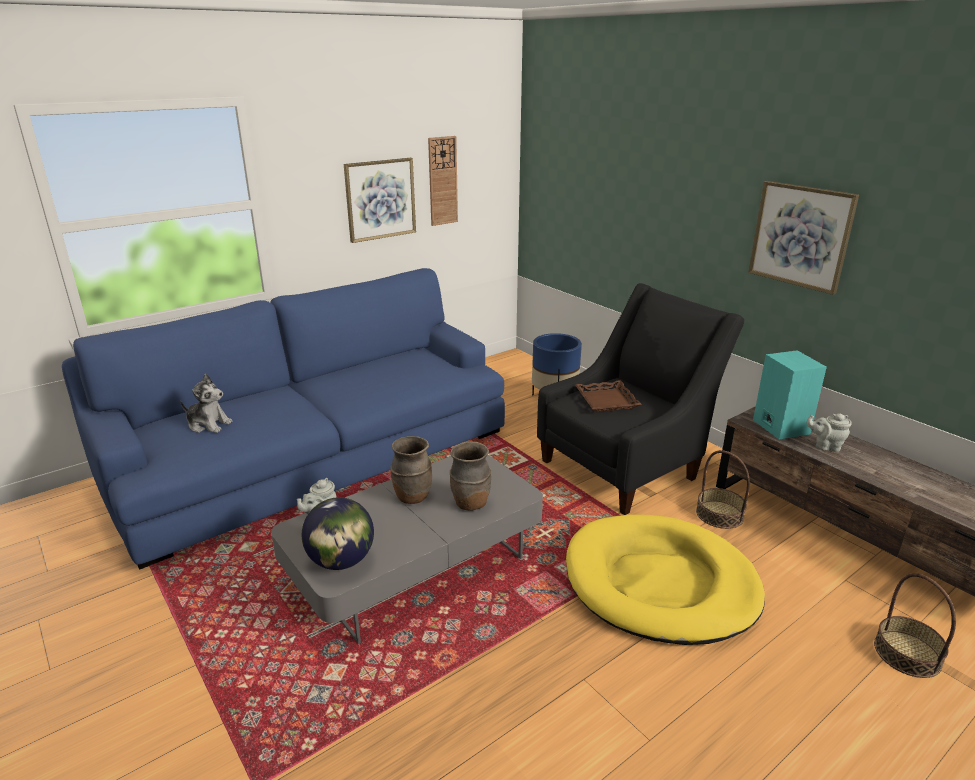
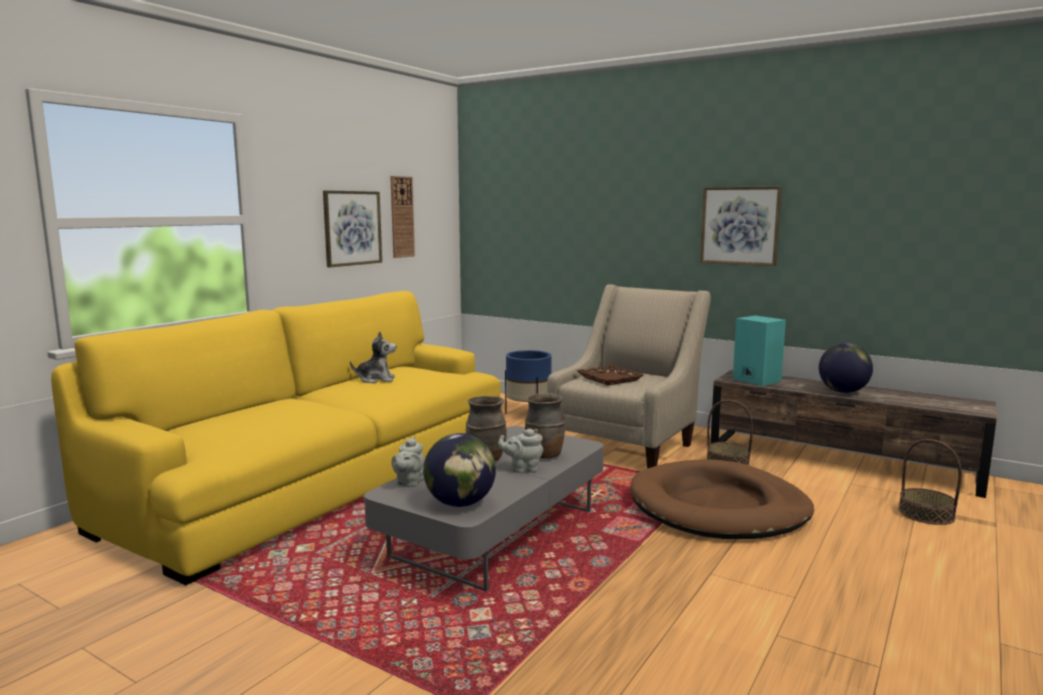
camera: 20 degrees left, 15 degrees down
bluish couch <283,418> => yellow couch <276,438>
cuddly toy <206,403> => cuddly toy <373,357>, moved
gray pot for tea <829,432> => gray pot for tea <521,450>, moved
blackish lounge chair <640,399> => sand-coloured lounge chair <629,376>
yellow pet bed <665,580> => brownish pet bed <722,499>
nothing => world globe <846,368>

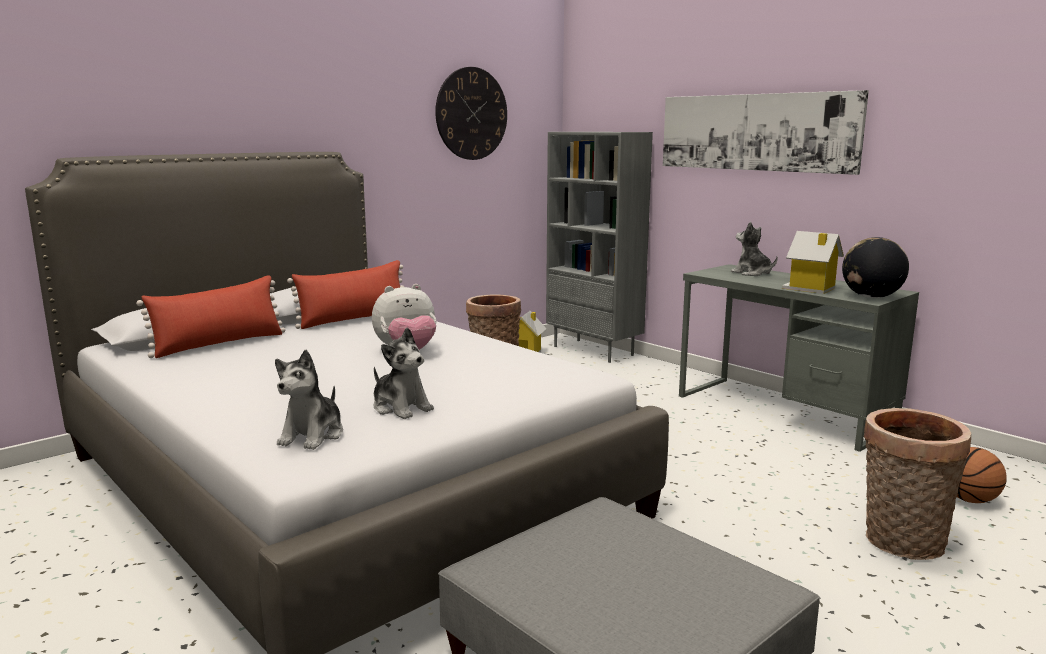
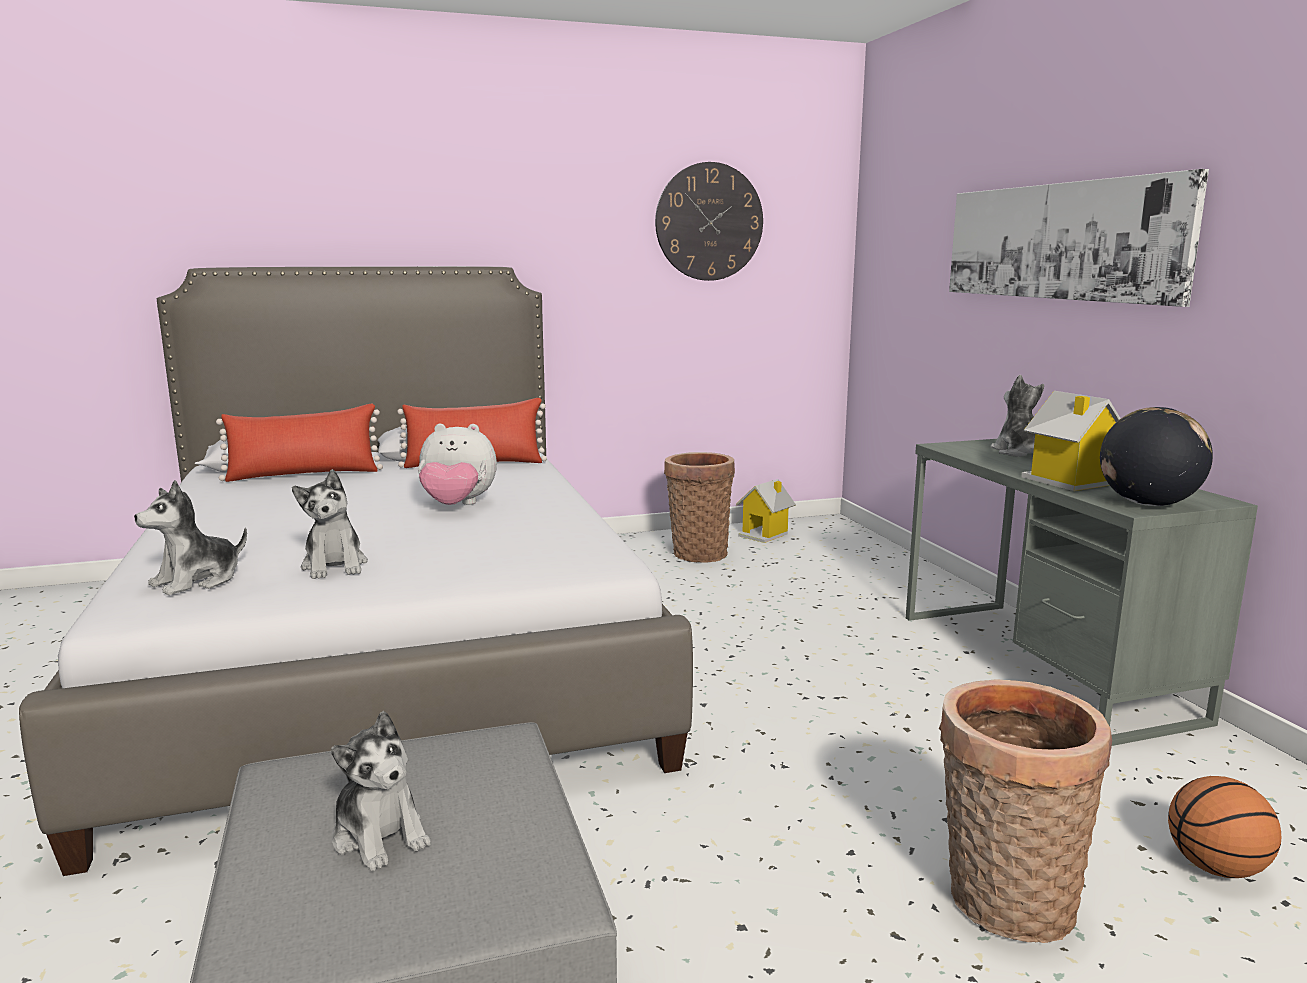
camera: 25 degrees right, 0 degrees up
nothing => cuddly toy <381,791>
gray shelving unit <599,247> => nothing

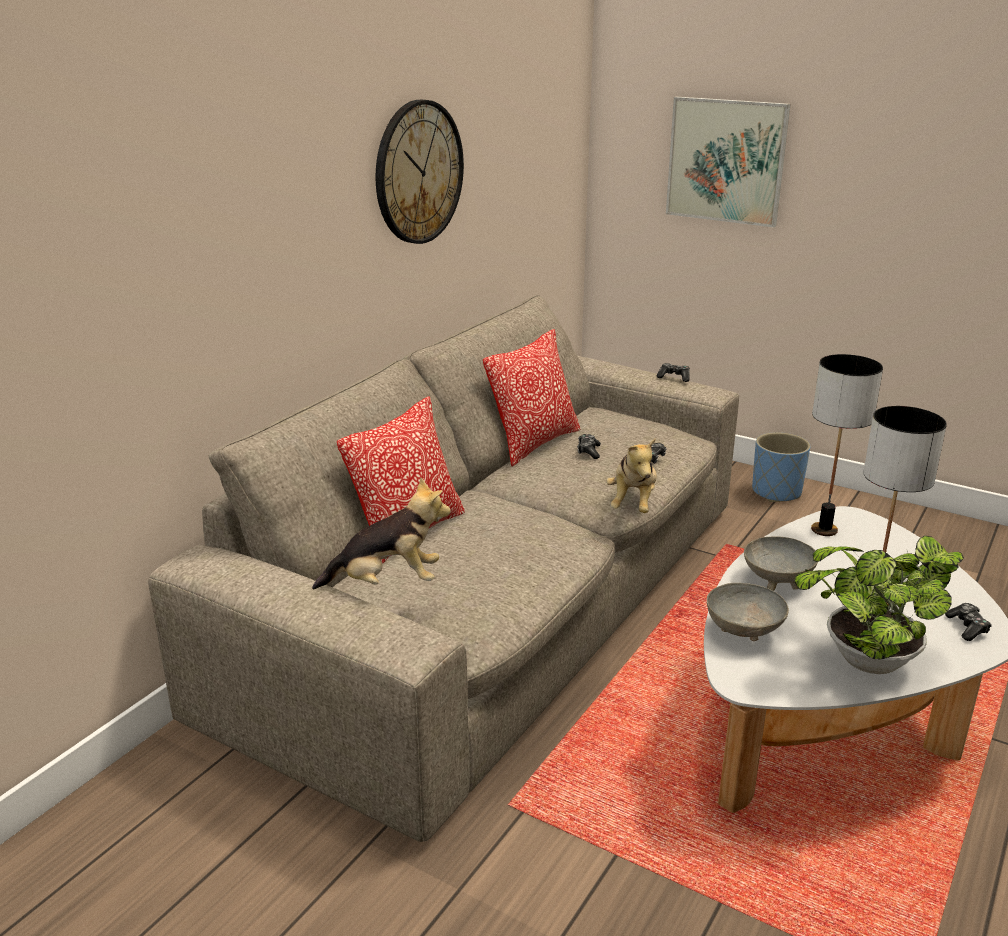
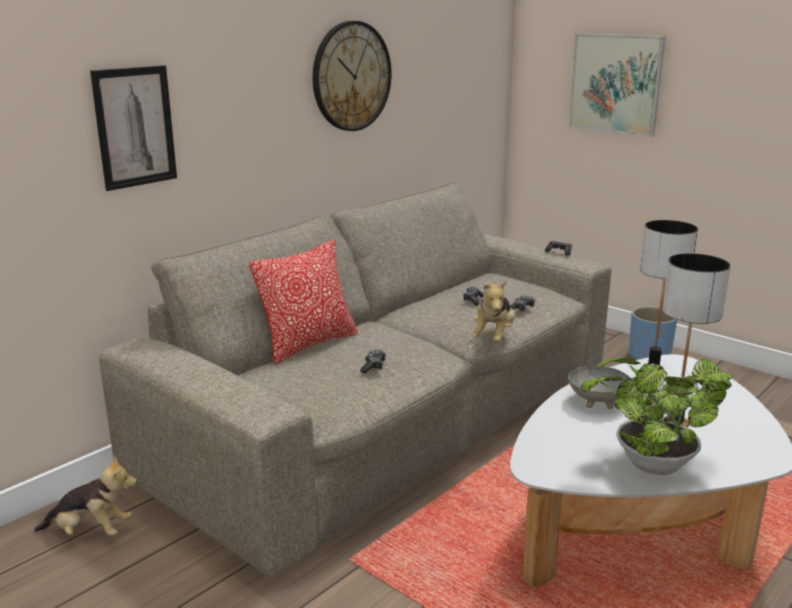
camera: 10 degrees right, 5 degrees down
cuddly toy <381,533> => cuddly toy <85,495>, moved
nothing => picture <133,128>
joypad <968,622> => joypad <373,361>, moved
throw pillow <531,397> => nothing
gray deep dish <748,612> => nothing

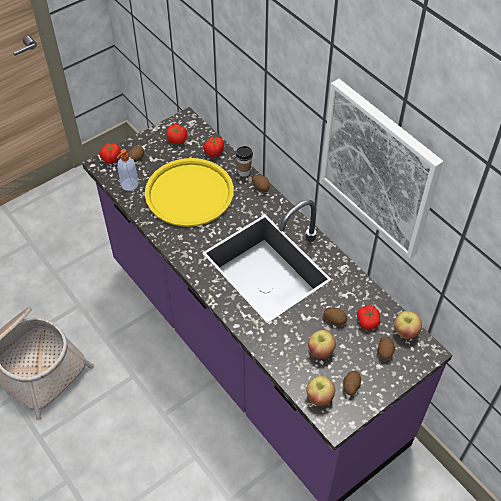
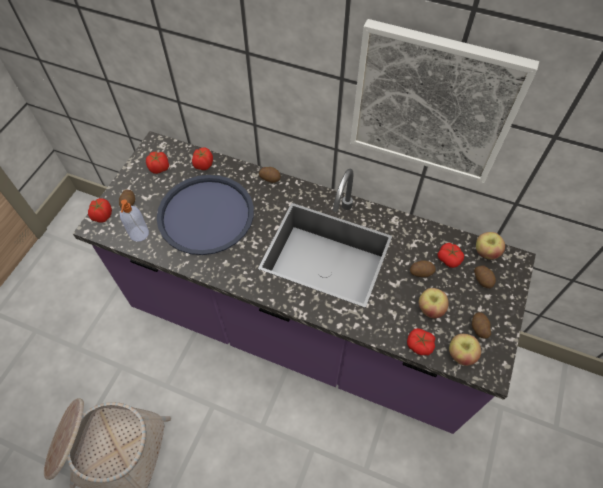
camera: 30 degrees left, 5 degrees up
yellow carrying tray <189,192> => bluish carrying tray <205,215>
nothing => tomato <421,341>
drinking cup <244,161> => nothing

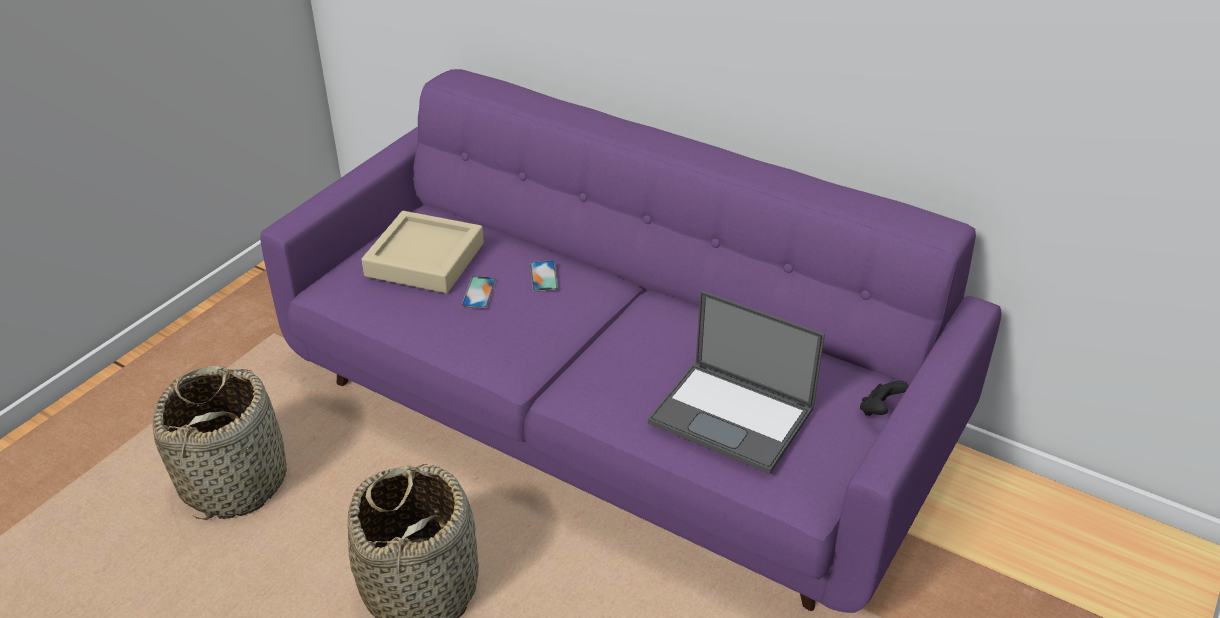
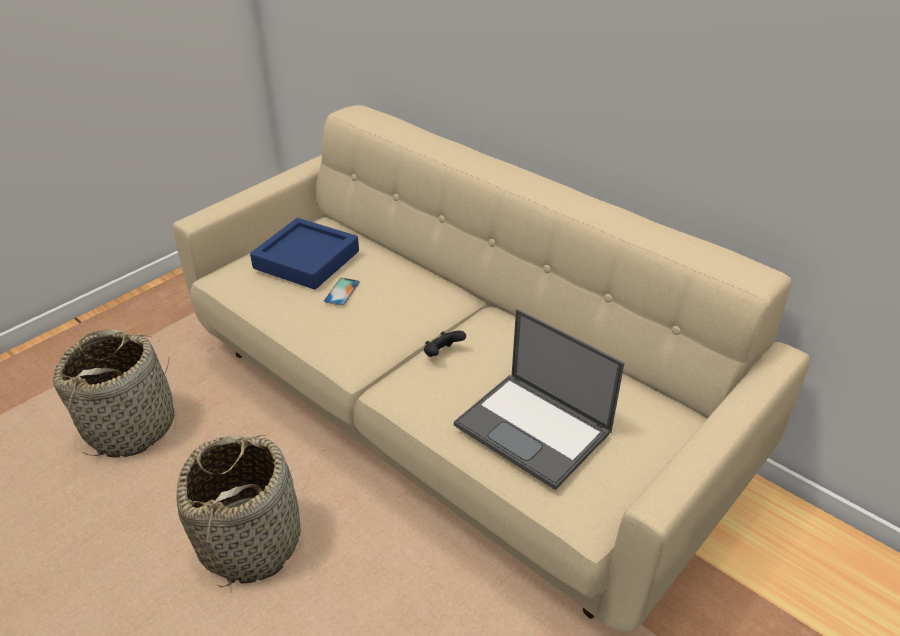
camera: 10 degrees right, 0 degrees up
purple-coloured couch <631,341> => sand-coloured couch <491,369>
sand-coloured carrying tray <422,252> => bluish carrying tray <304,254>
blackish joypad <884,398> => blackish joypad <445,344>, moved
handset <544,276> => nothing

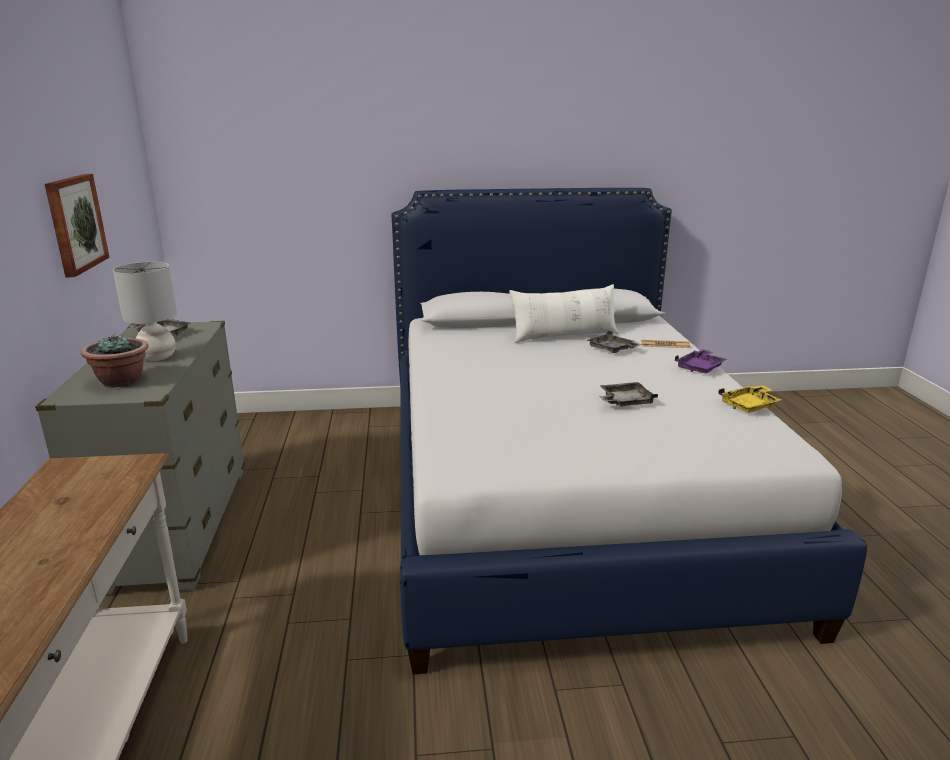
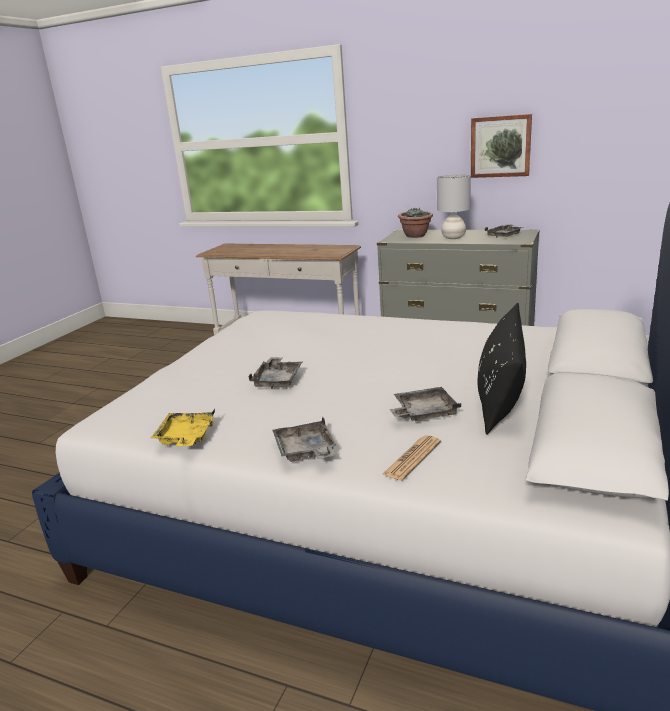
camera: 120 degrees right, 0 degrees up
purple-coloured carrying tray <701,361> => gray carrying tray <304,439>
white-coloured throw pillow <564,313> => blackish throw pillow <502,369>

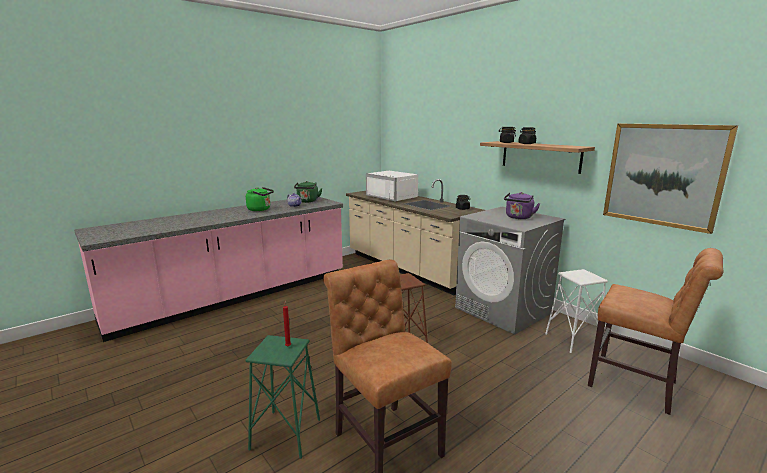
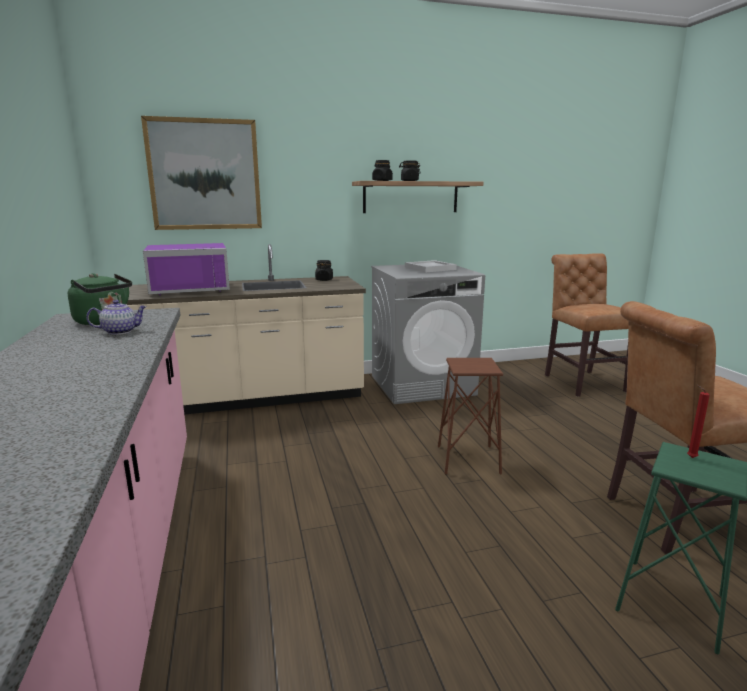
camera: 65 degrees left, 0 degrees up
picture <670,178> => picture <201,173>, moved
white-coloured kitchen microwave <392,186> => purple-coloured kitchen microwave <186,269>
purple-coloured water kettle <522,205> => white-coloured carrying tray <431,266>
brownish chair <655,331> => brownish chair <587,325>, 75 degrees counterclockwise
green water kettle <260,199> => nothing
white-coloured sitting stool <576,311> => nothing

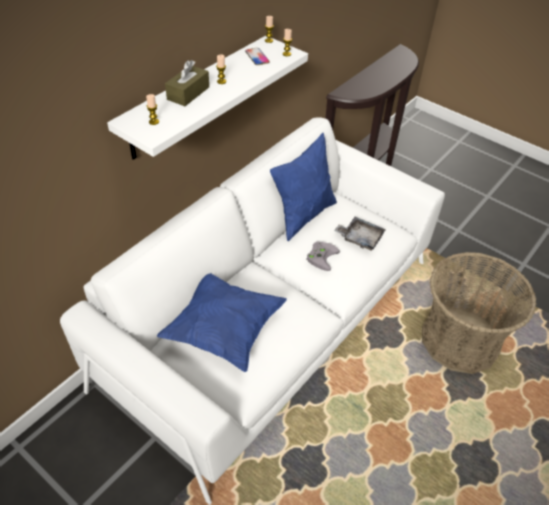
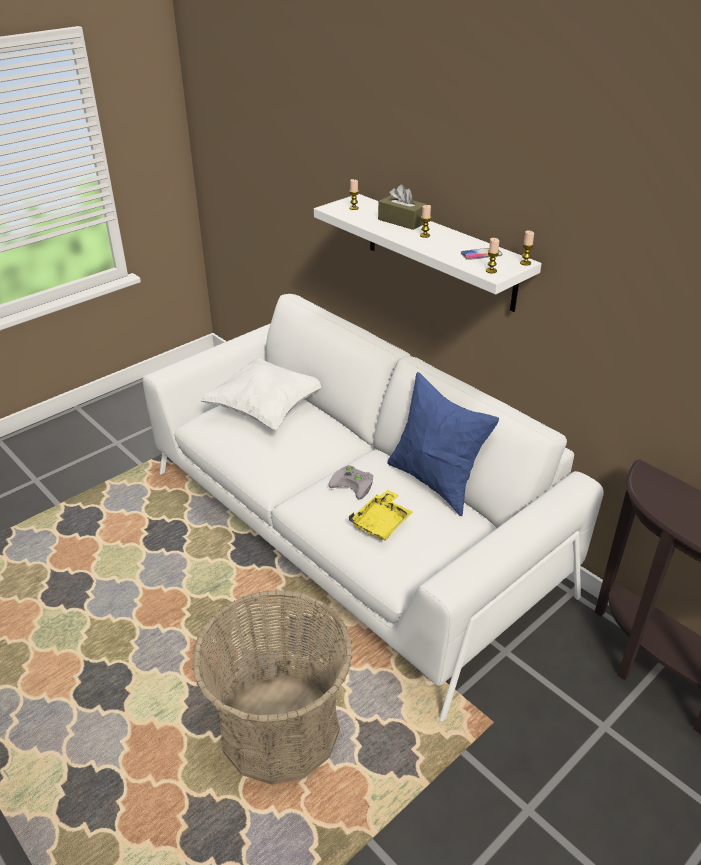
camera: 100 degrees right, 10 degrees down
bluish throw pillow <222,322> => white-coloured throw pillow <259,393>
gray carrying tray <360,234> => yellow carrying tray <381,514>

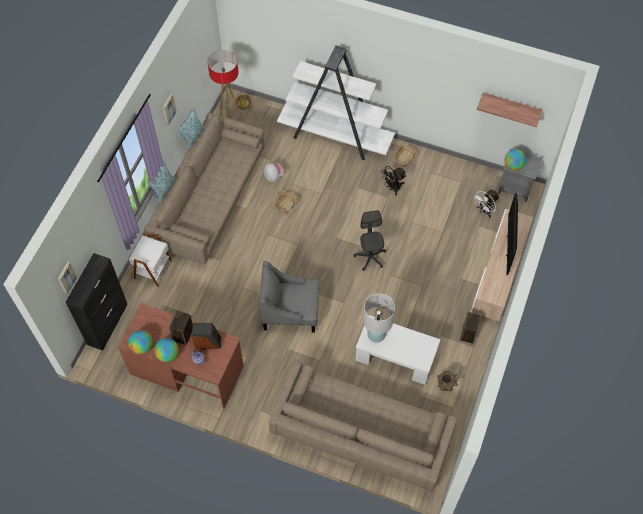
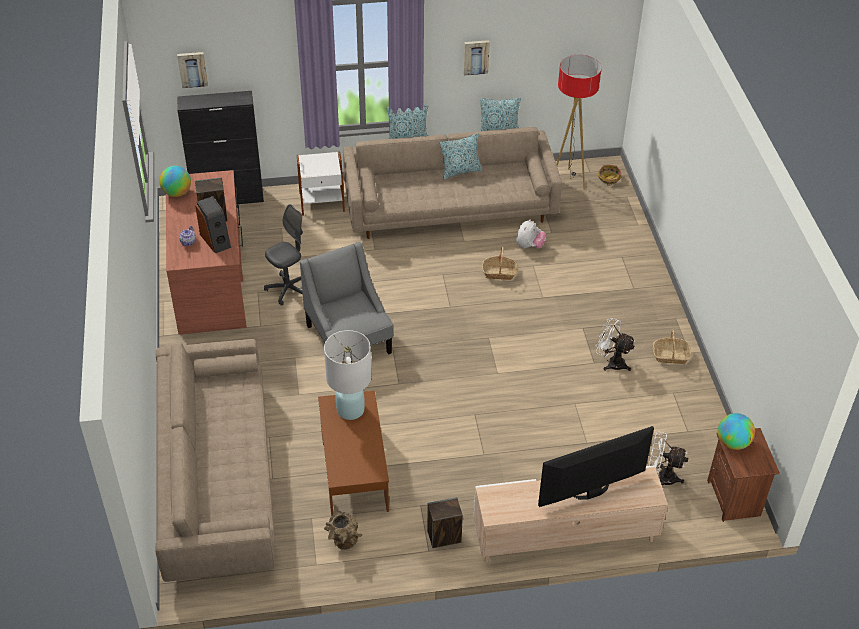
camera: 60 degrees right, 15 degrees down
gray desk chair <369,240> => gray desk chair <283,255>, moved
white-coloured low table <398,350> => brownish low table <353,454>
nothing => throw pillow <461,156>
blackish fan <394,180> => white-coloured fan <615,344>
gray nightstand <520,175> => brownish nightstand <743,475>
world globe <166,350> => nothing
white-coloured shelving unit <336,102> => nothing
shelf <509,110> => nothing

